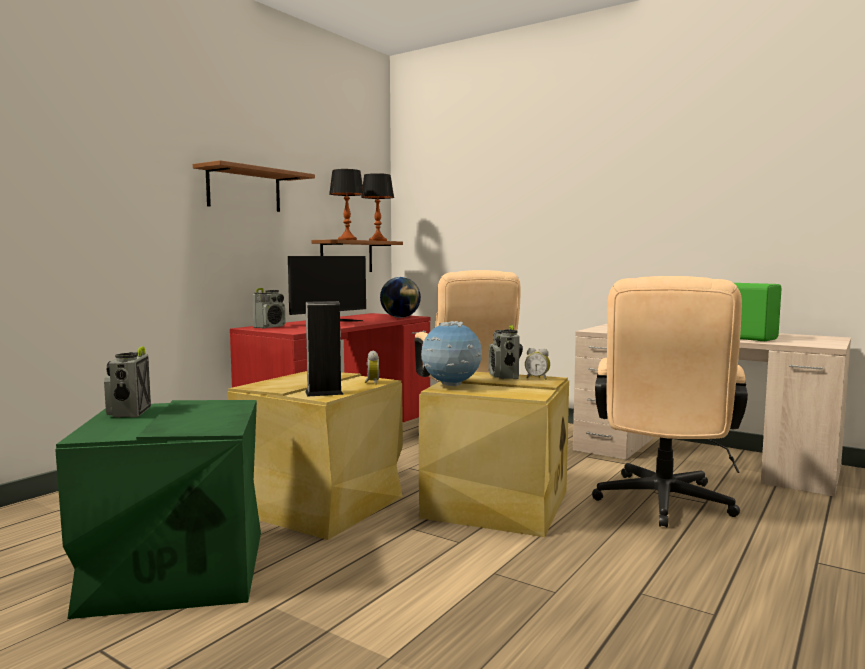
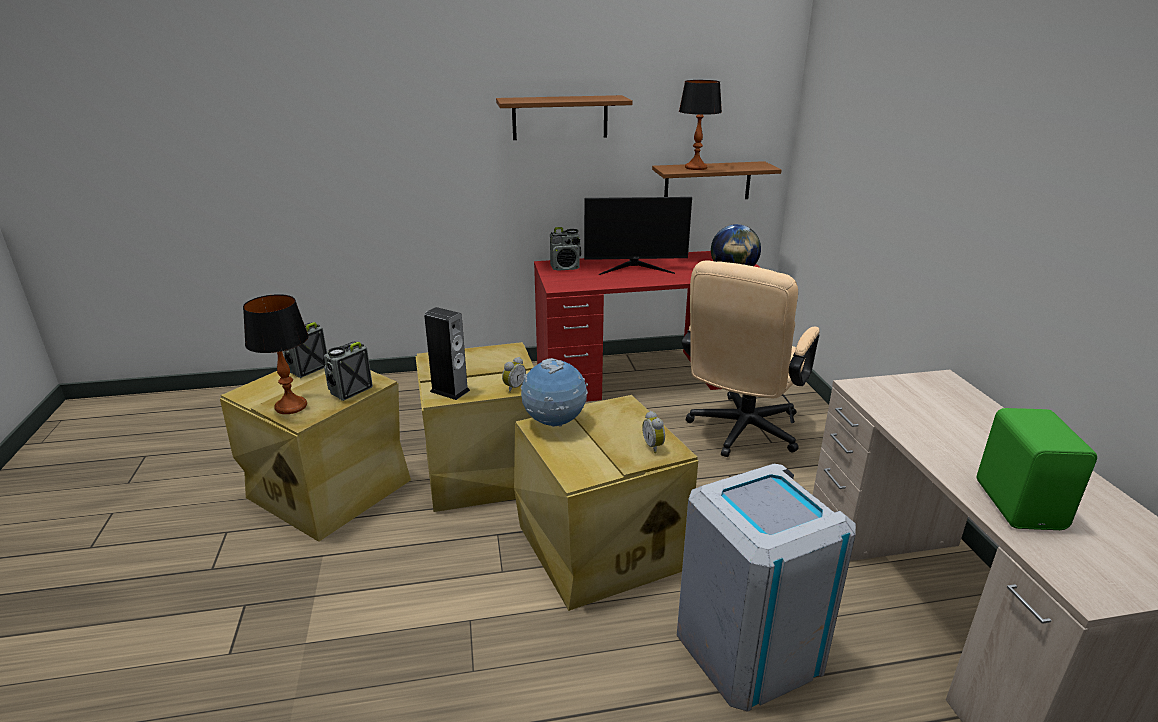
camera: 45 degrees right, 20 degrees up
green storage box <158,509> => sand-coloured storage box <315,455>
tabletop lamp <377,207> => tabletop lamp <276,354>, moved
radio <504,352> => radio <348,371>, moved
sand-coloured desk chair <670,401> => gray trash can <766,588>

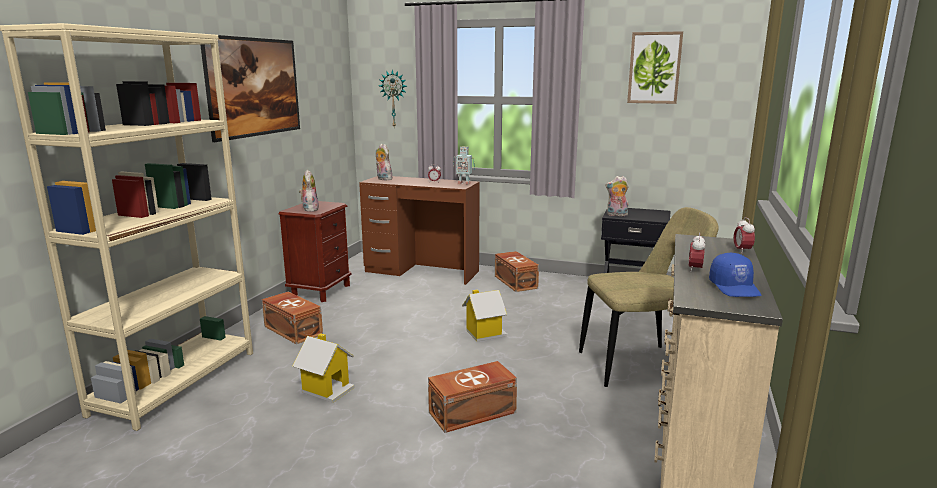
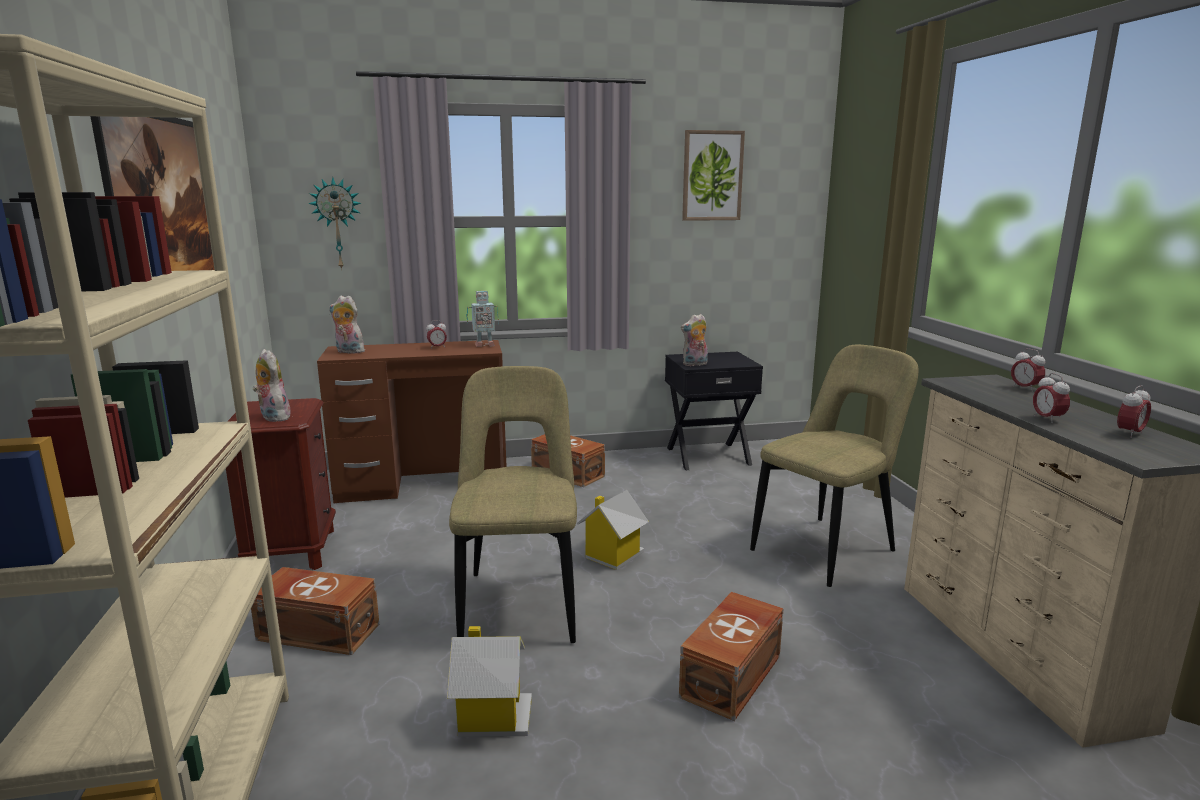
camera: 30 degrees left, 0 degrees up
nothing => sand-coloured chair <513,504>
bluish peaked cap <735,275> => table clock <1134,411>

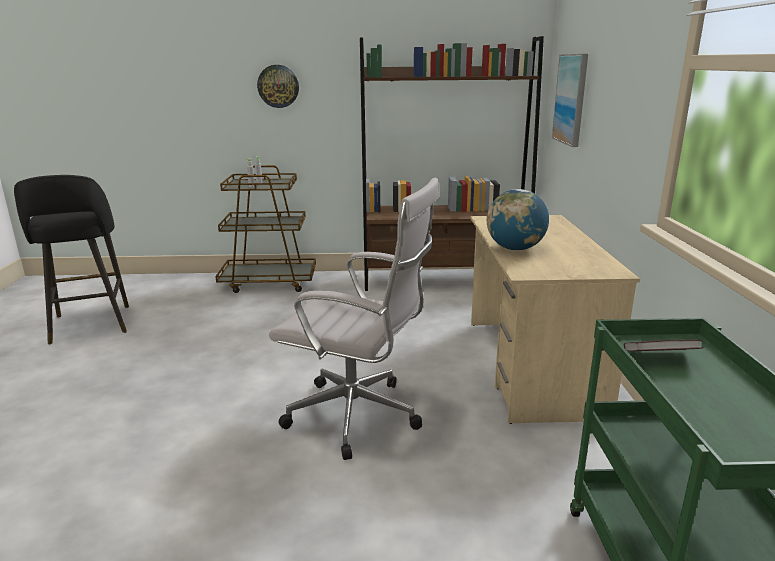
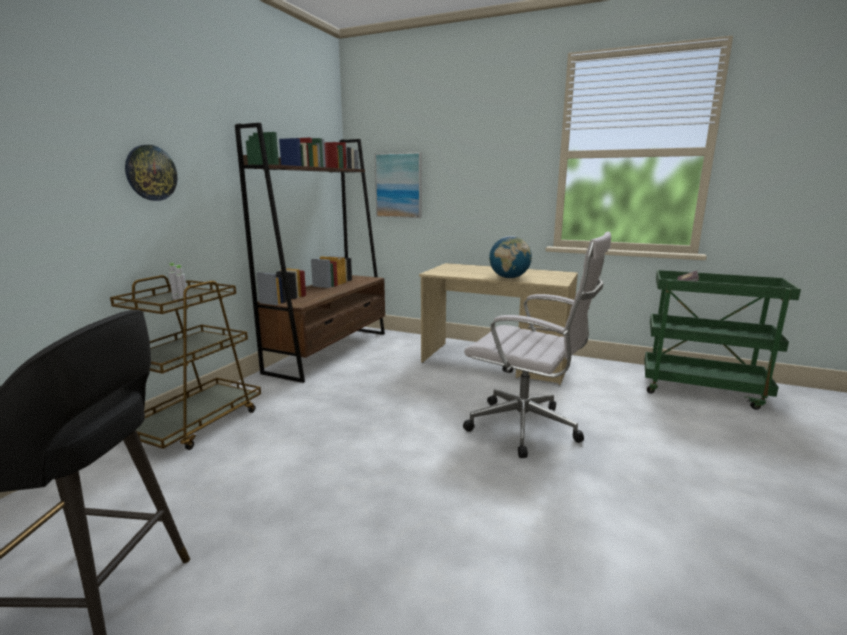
camera: 65 degrees left, 5 degrees down
white-coloured desk chair <354,319> => white-coloured desk chair <537,345>, 75 degrees clockwise

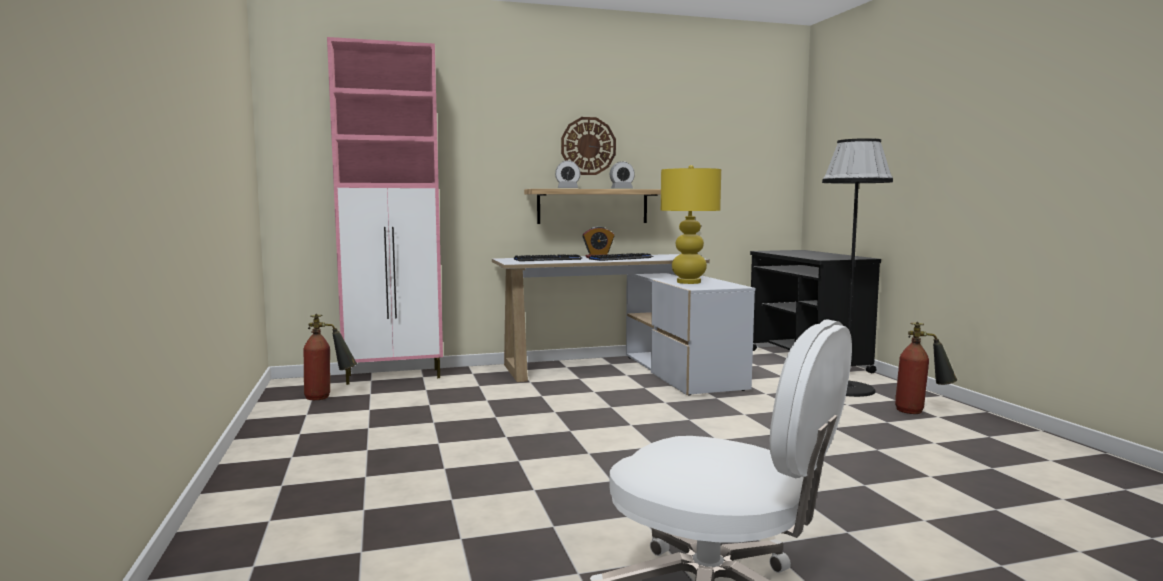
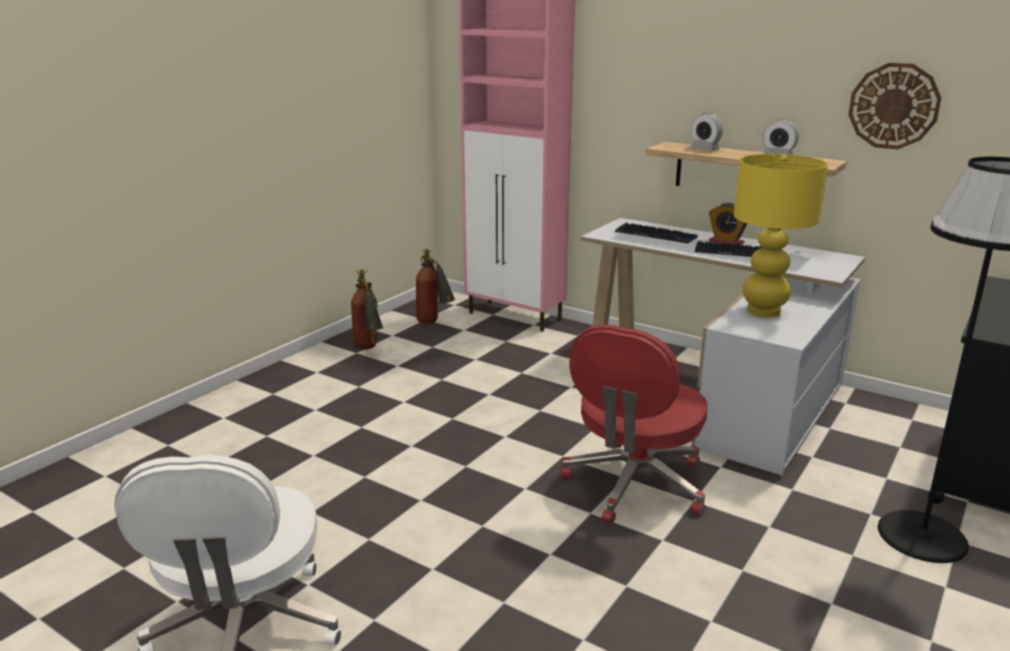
camera: 50 degrees right, 15 degrees up
fire-fighting cylinder <926,368> => fire-fighting cylinder <367,309>, moved
nothing => red desk chair <634,424>
clock on the wall <588,146> => clock on the wall <894,106>, moved

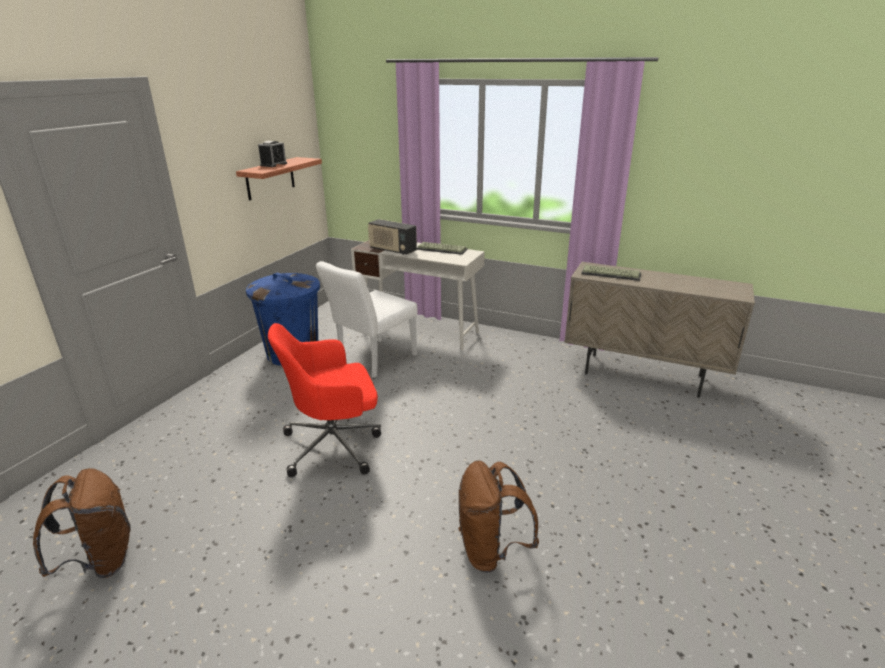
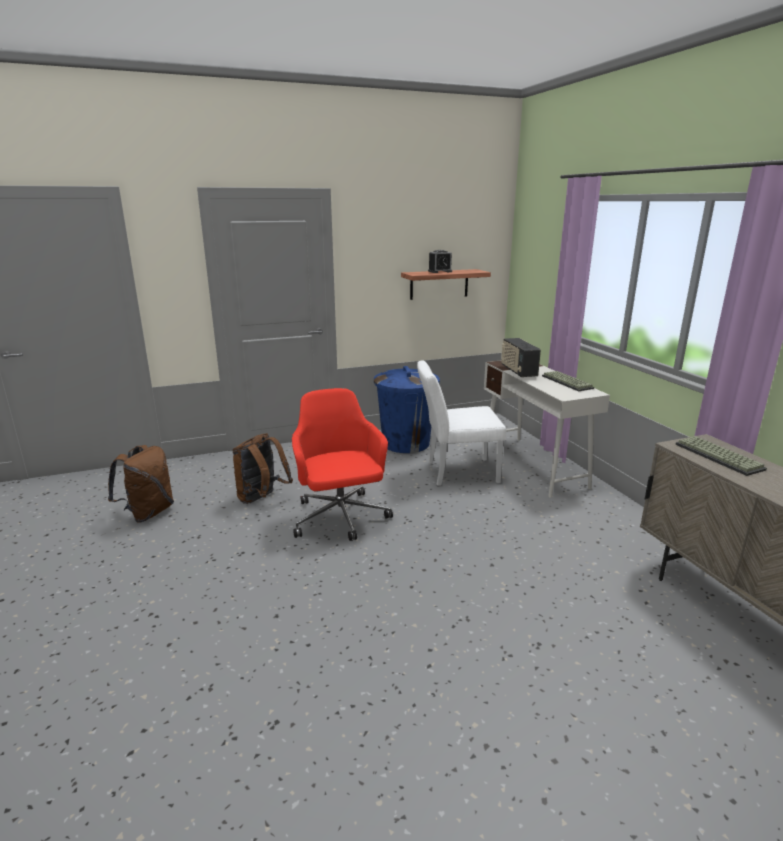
camera: 45 degrees right, 5 degrees down
brownish knapsack <498,517> => brownish knapsack <262,468>, moved
red desk chair <324,400> => red desk chair <342,464>, 45 degrees clockwise

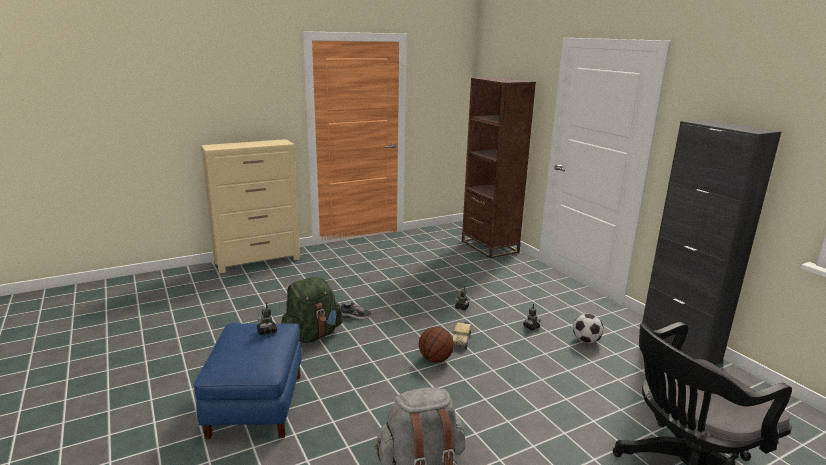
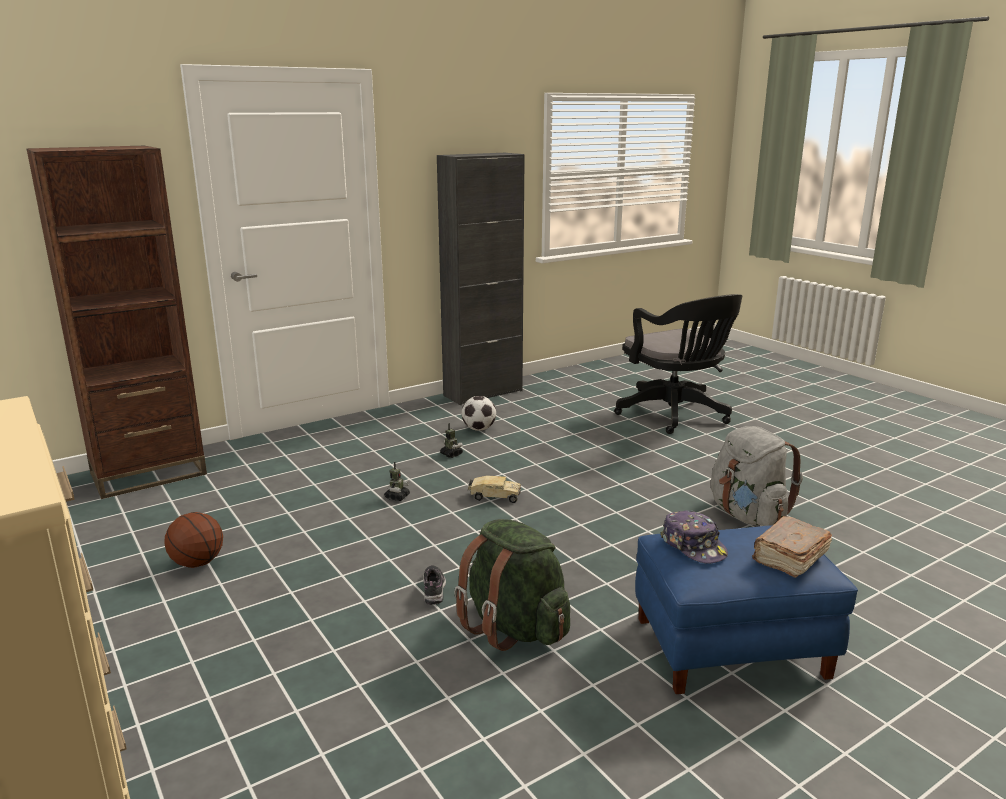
camera: 95 degrees left, 0 degrees up
basketball <436,345> => basketball <193,540>, moved
toy robot <267,318> => peaked cap <694,537>
nothing => brownish book <792,547>

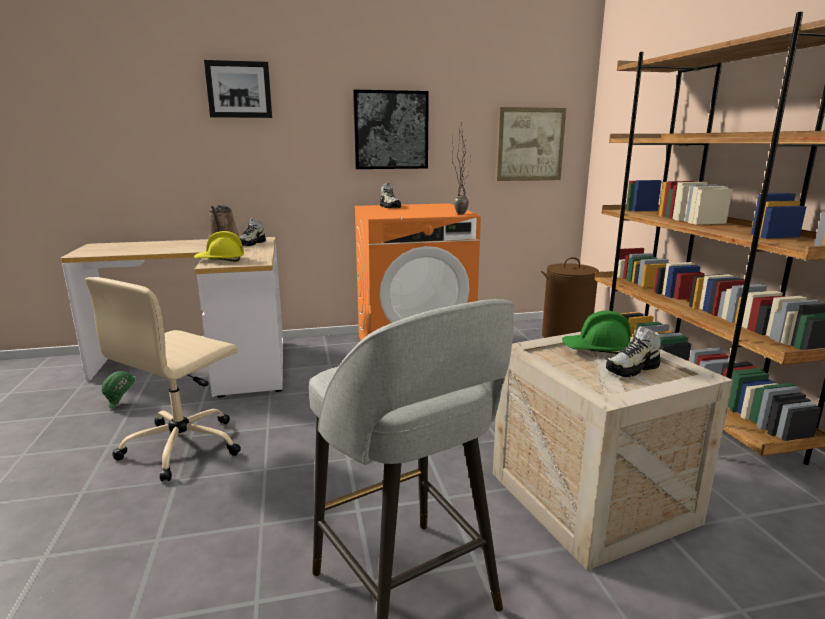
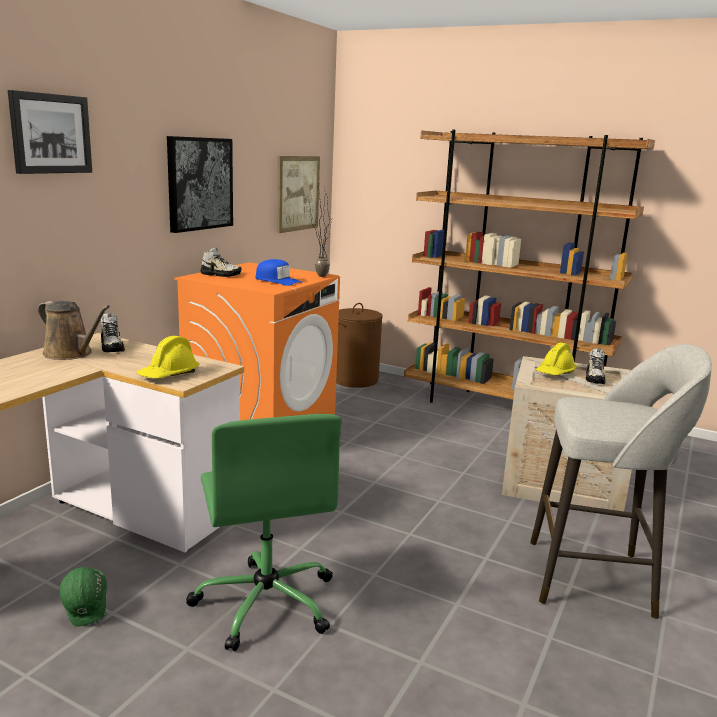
camera: 50 degrees left, 0 degrees up
sand-coloured desk chair <163,379> => green desk chair <263,532>
nothing => bluish peaked cap <279,272>
green work helmet <596,332> => yellow work helmet <556,359>

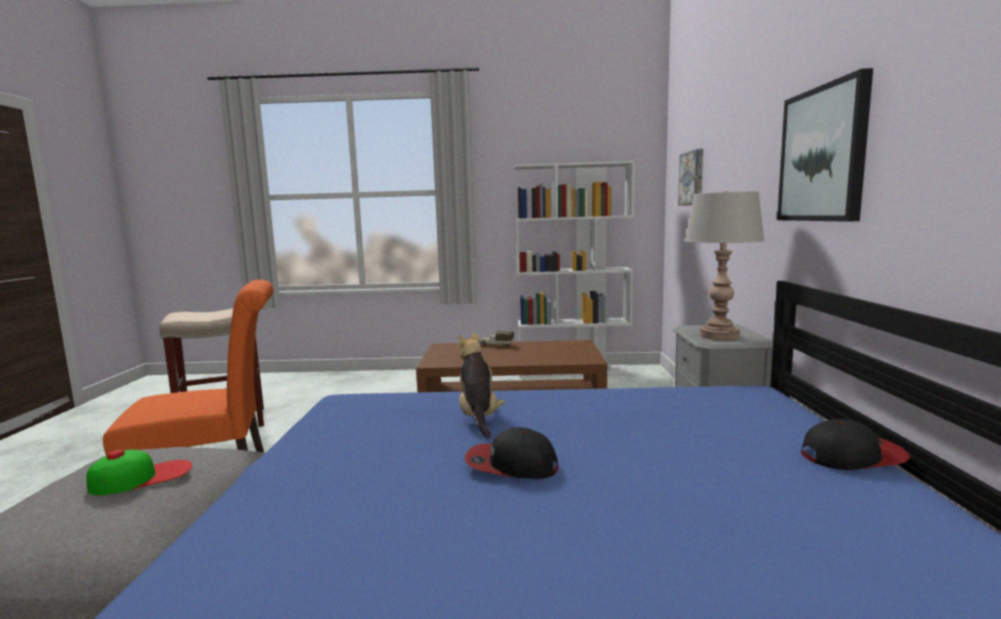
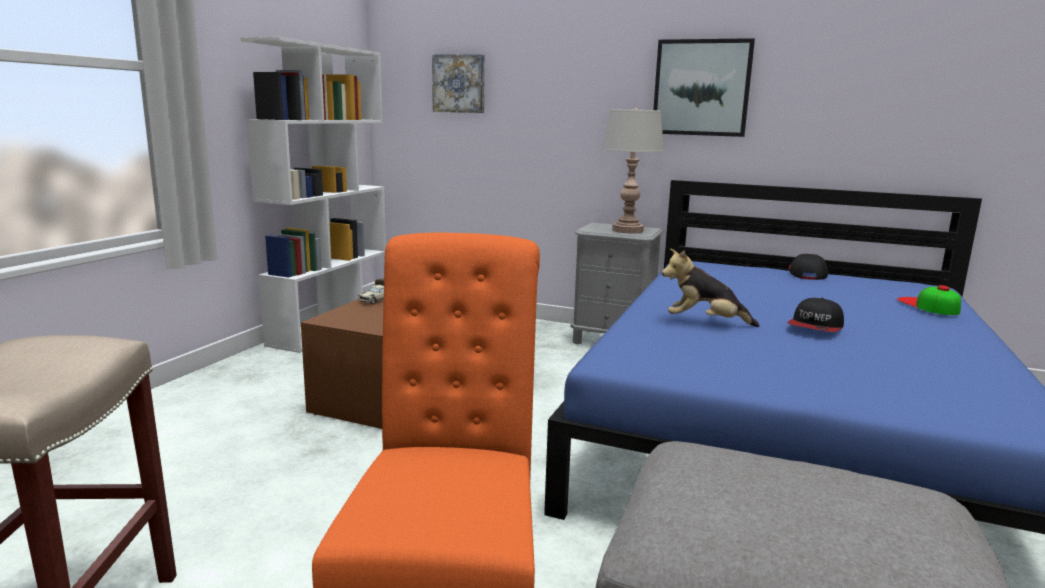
camera: 70 degrees left, 5 degrees up
peaked cap <139,472> => peaked cap <929,300>, moved

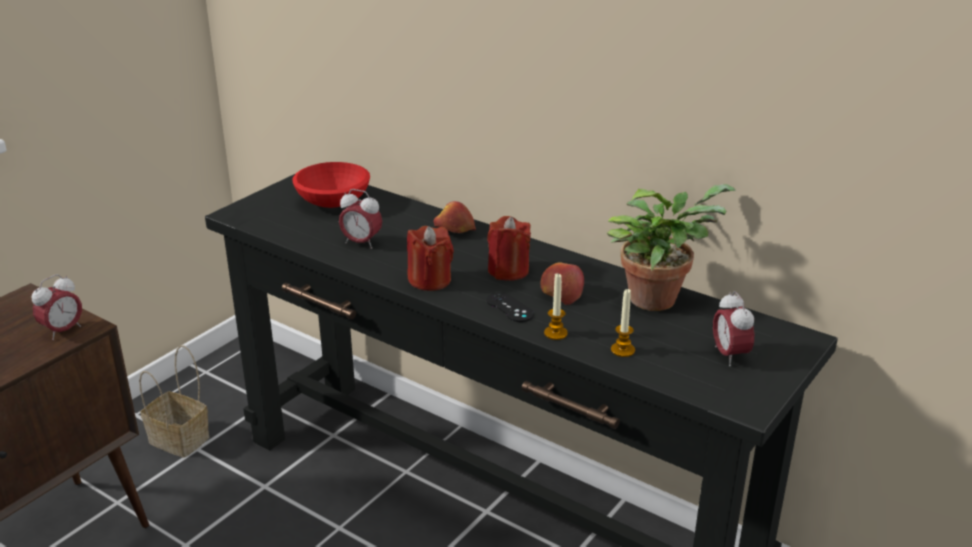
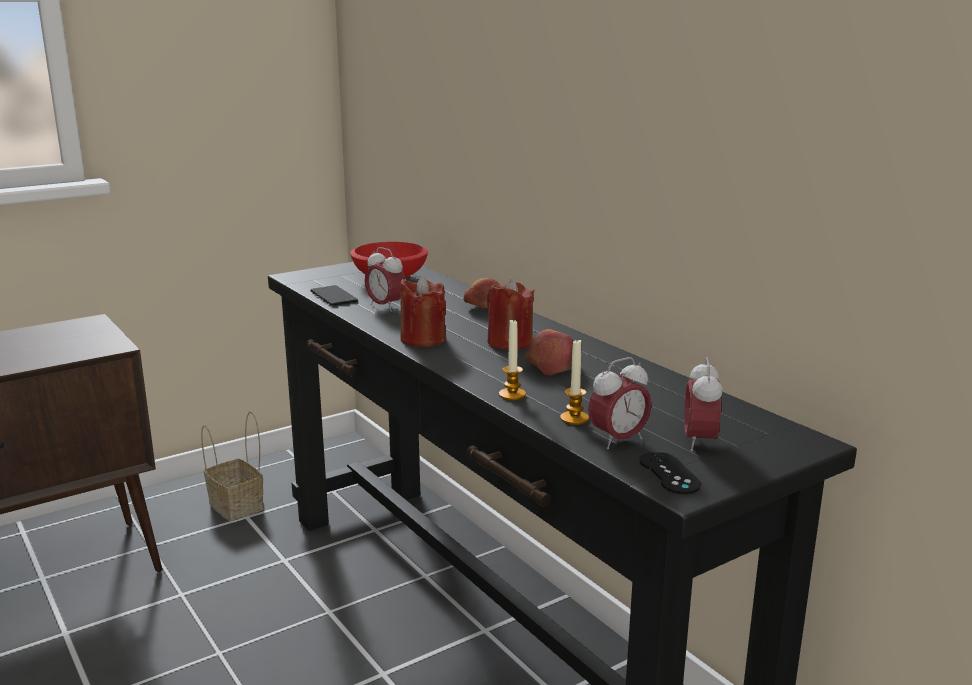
camera: 20 degrees right, 10 degrees down
nothing => handset <334,295>
table clock <57,307> => table clock <620,403>, moved
blackish joypad <510,307> => blackish joypad <670,473>, moved
plant in a pot <671,247> => nothing

